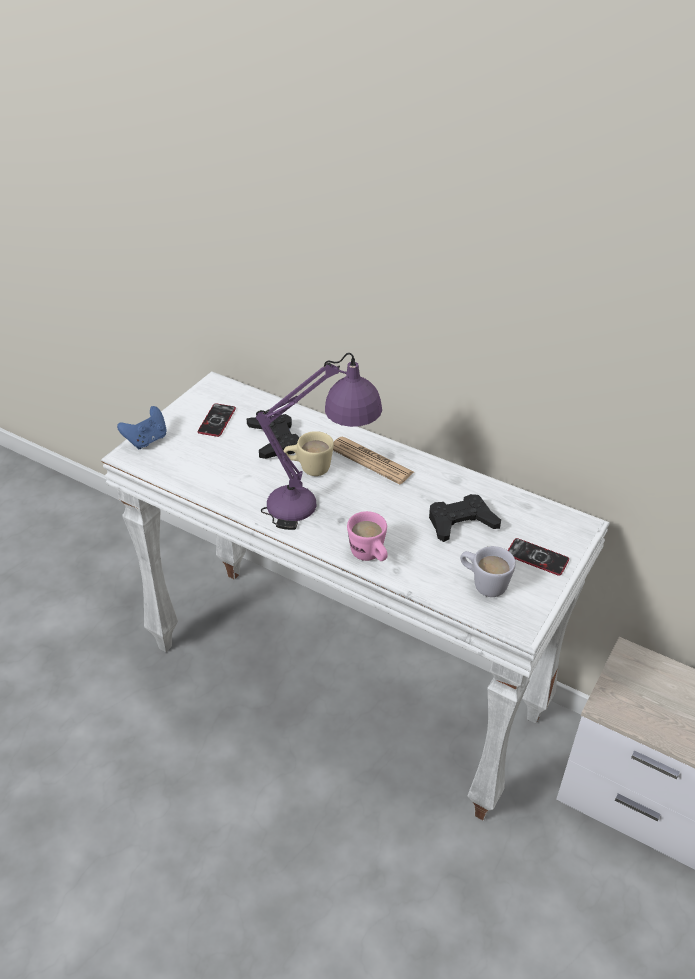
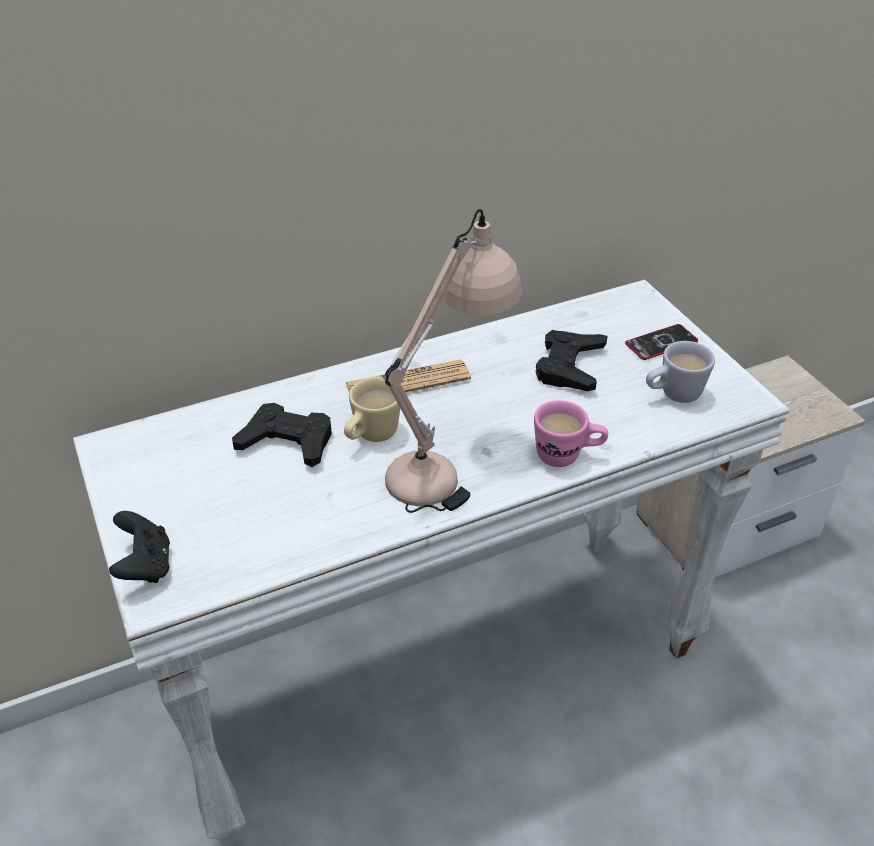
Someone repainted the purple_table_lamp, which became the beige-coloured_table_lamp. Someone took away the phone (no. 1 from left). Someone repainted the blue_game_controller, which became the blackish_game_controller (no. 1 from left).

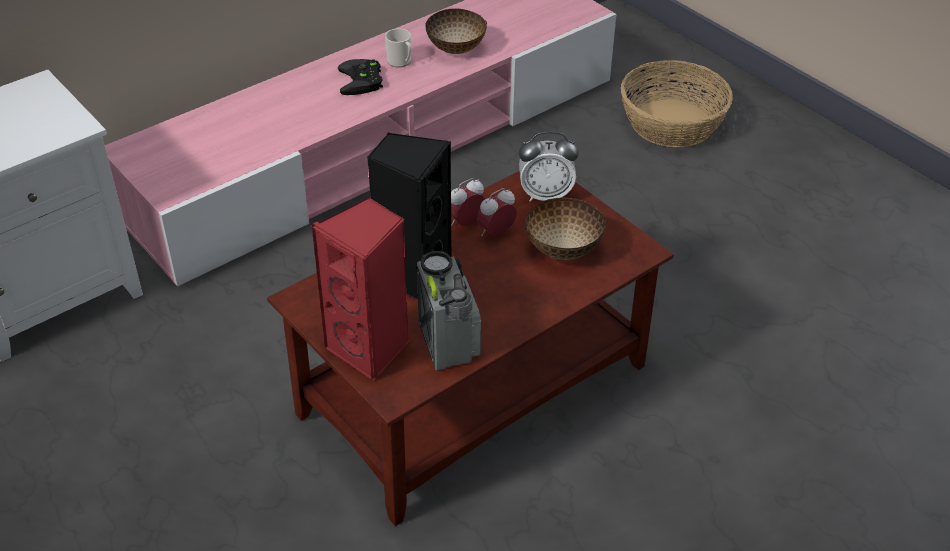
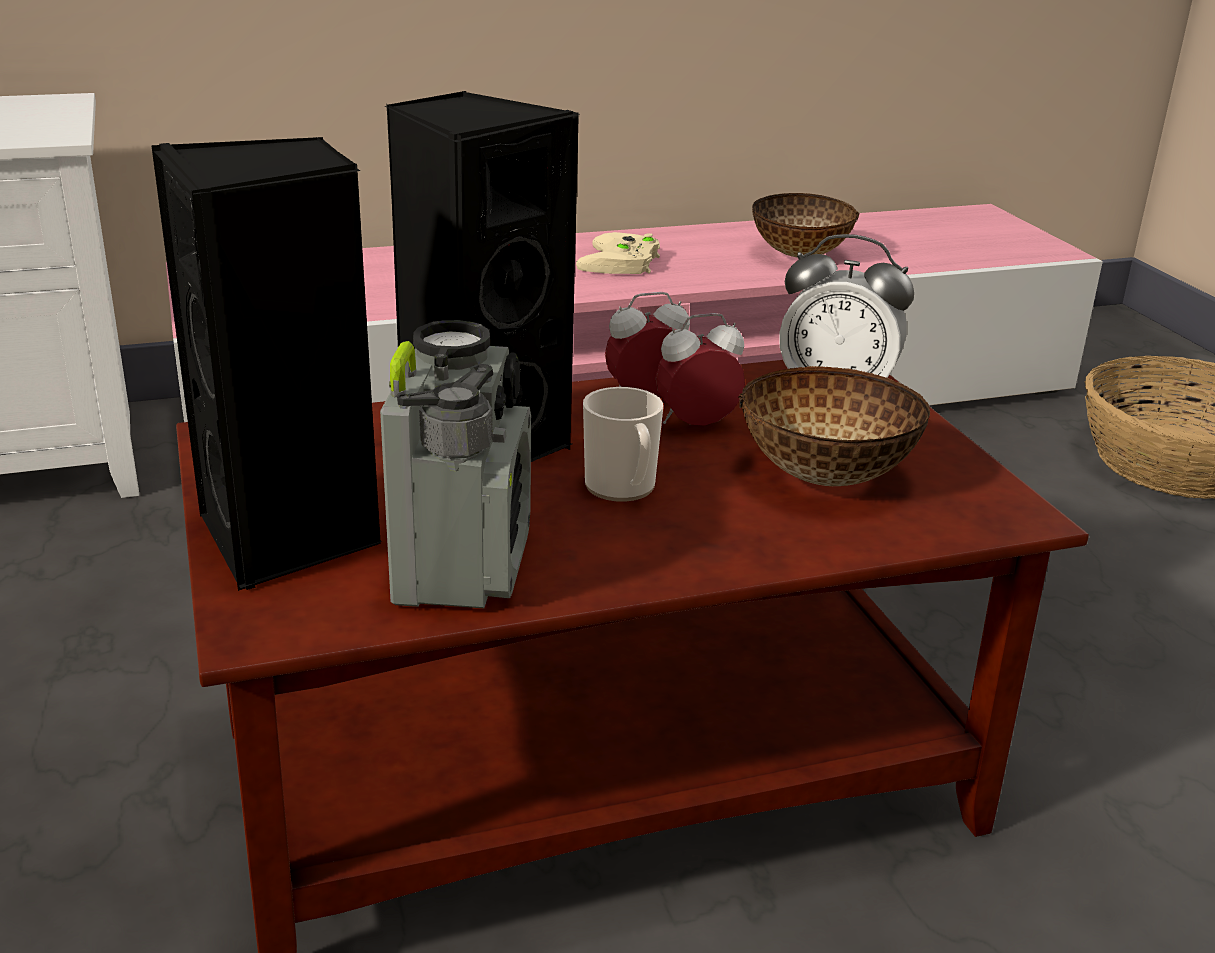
Someone carried the mug. Someone repainted the blackish_game_controller, which became the beige-coloured_game_controller. Someone repainted the red_loudspeaker, which became the blackish_loudspeaker (no. 1 from left).

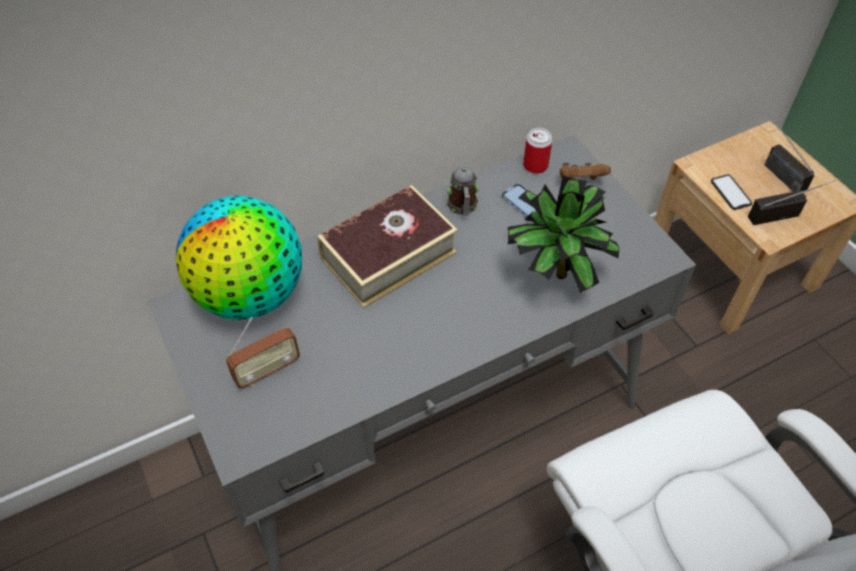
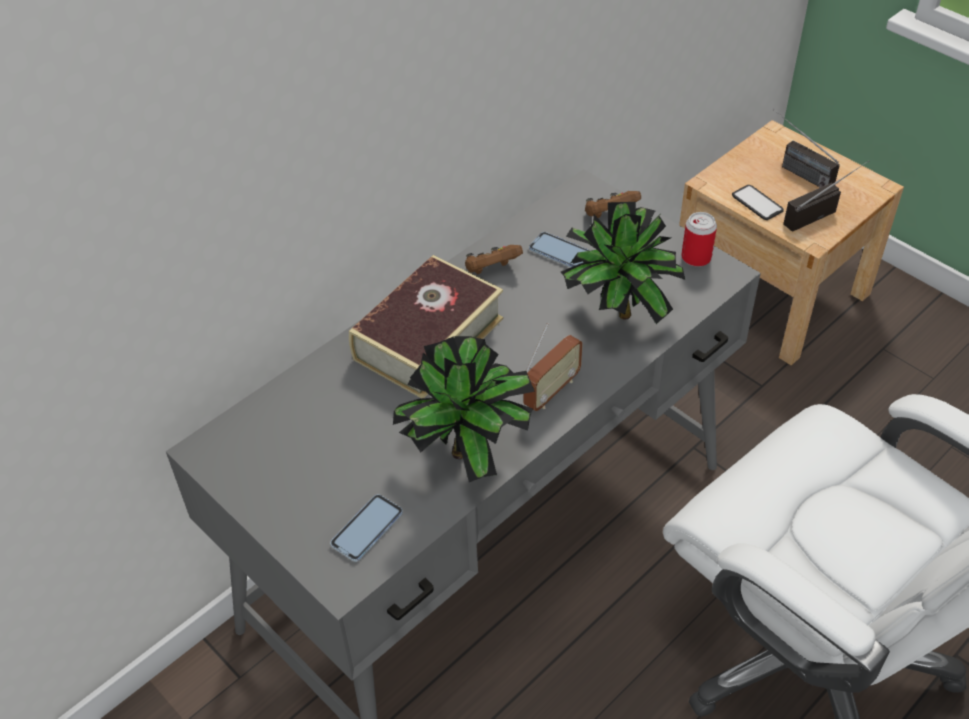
Someone carried the metal_can. Someone swapped the mug for the brown_game_controller (no. 1 from left). Someone took away the world_globe. Someone carried the radio_receiver (no. 1 from left). Someone put down the plant_in_a_pot (no. 1 from left). Someone put down the phone (no. 1 from left).

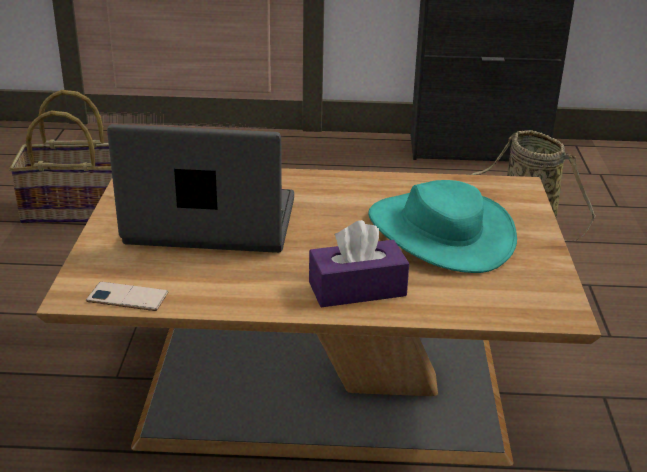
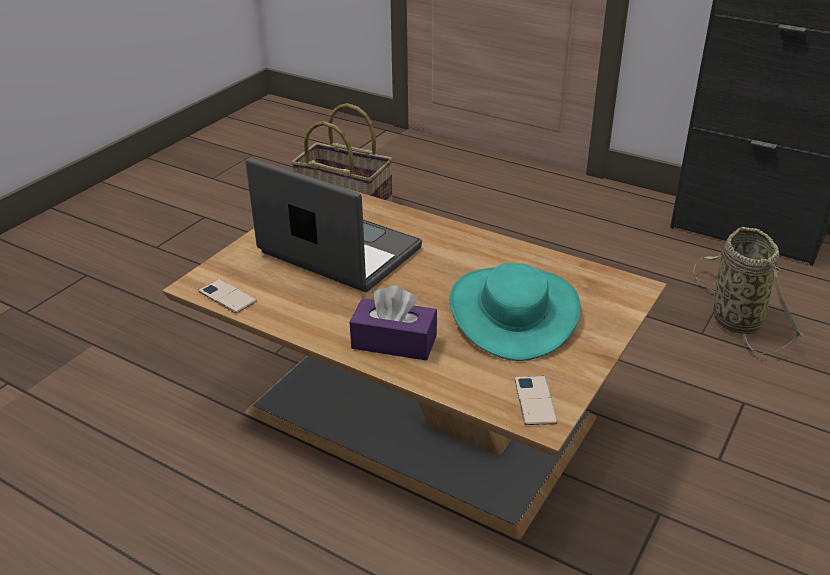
Someone put down the phone (no. 2 from left).

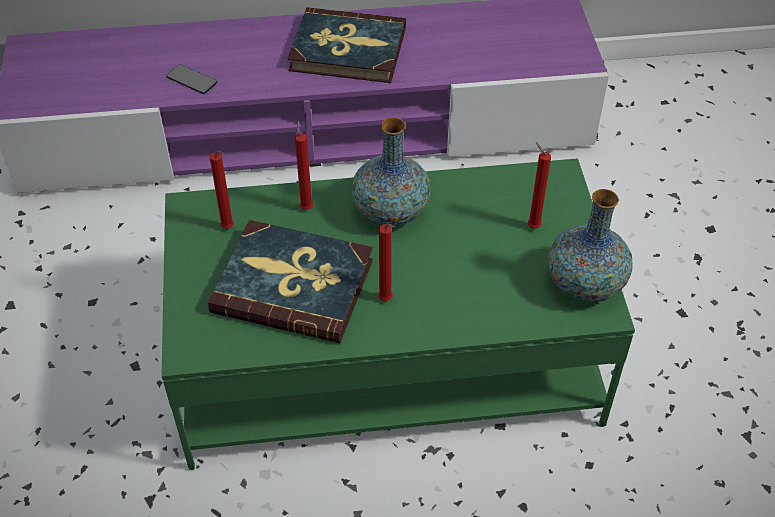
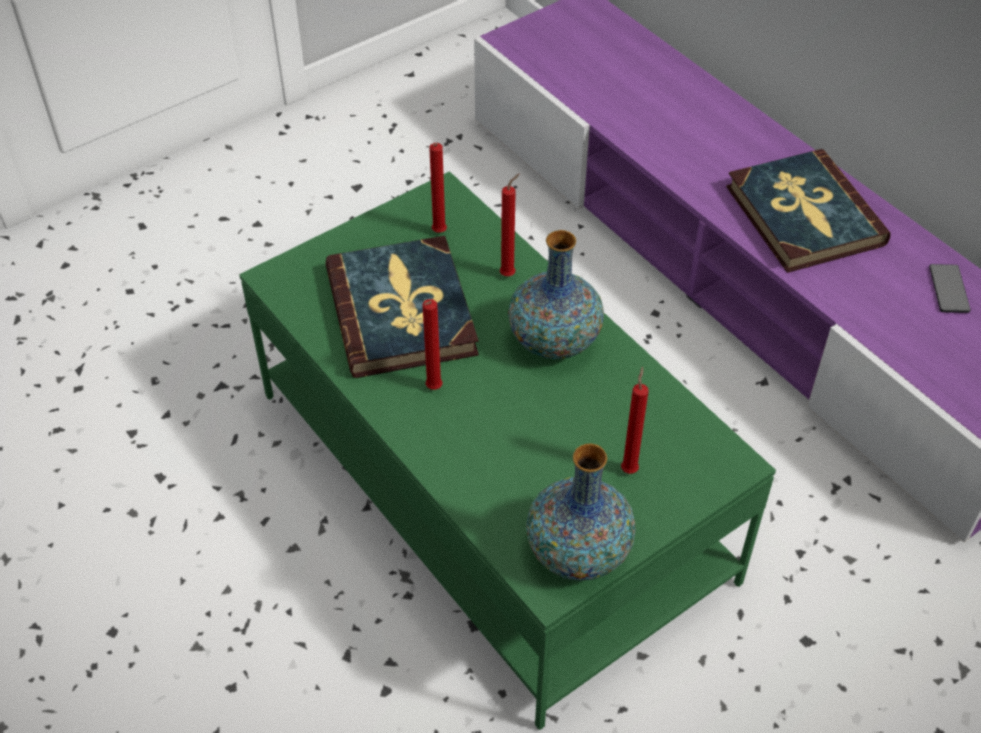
Someone carried the phone.

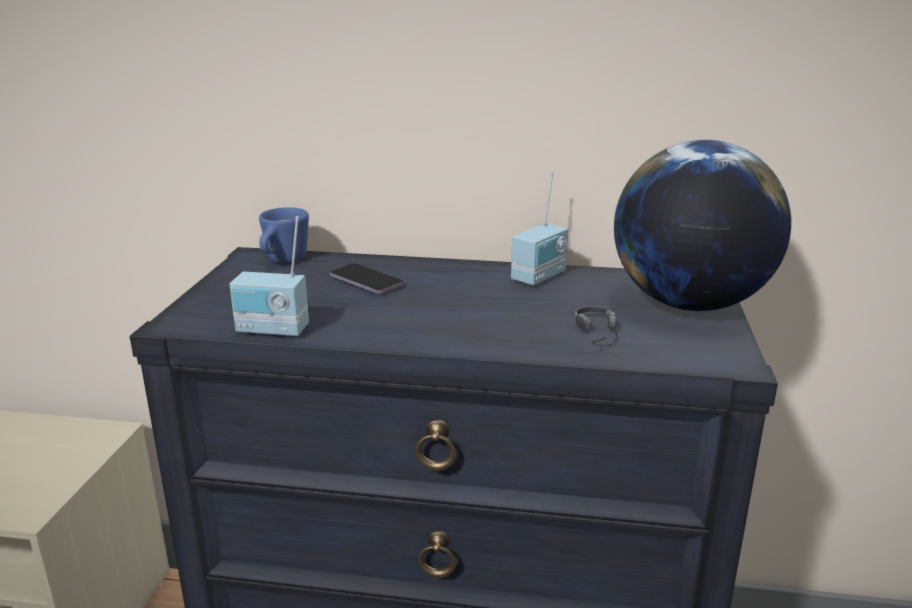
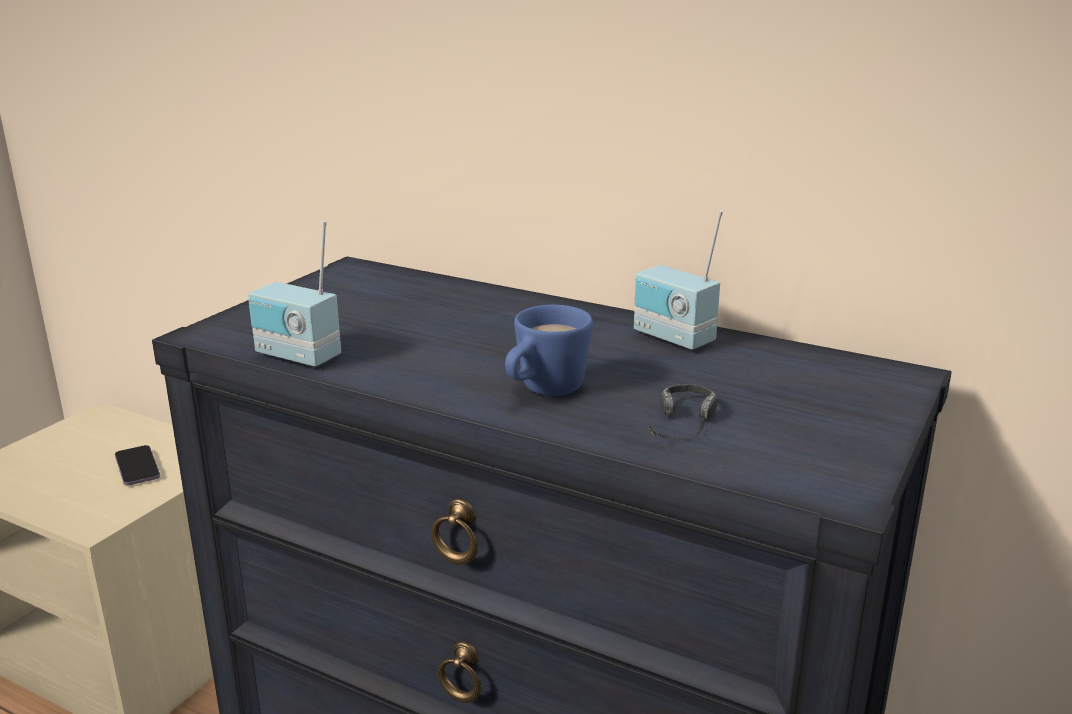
Someone took away the world_globe. Someone rotated the radio_receiver (no. 2 from left) by 75 degrees clockwise. Someone carried the blue_mug. Someone carried the phone.

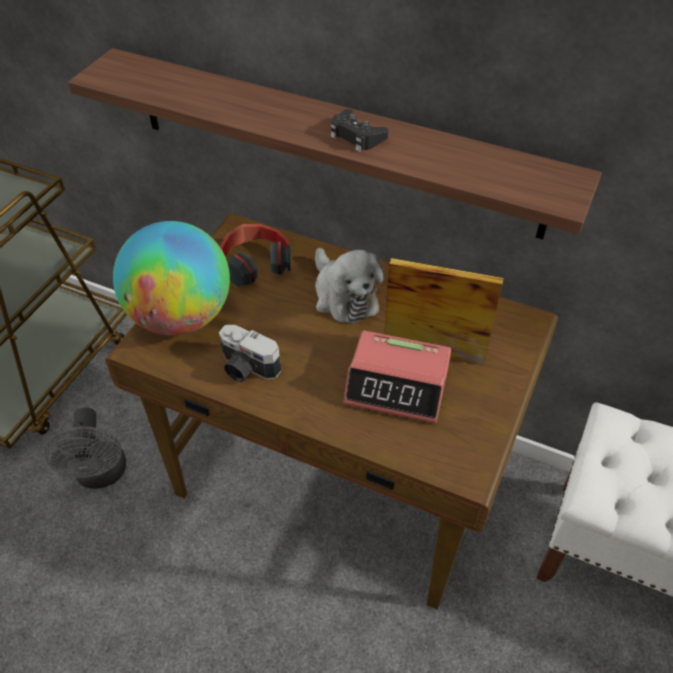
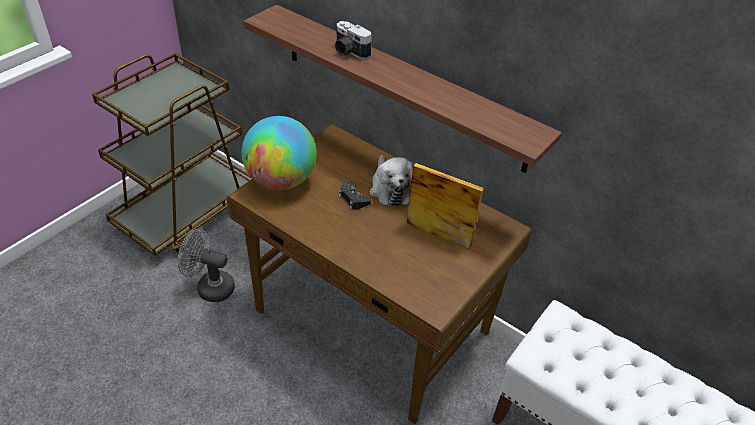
Someone carried the blackish_game_controller. Someone took away the headset. Someone carried the photo_camera. Someone took away the table_clock. Someone rotated the greyish_electric_fan by 105 degrees clockwise.

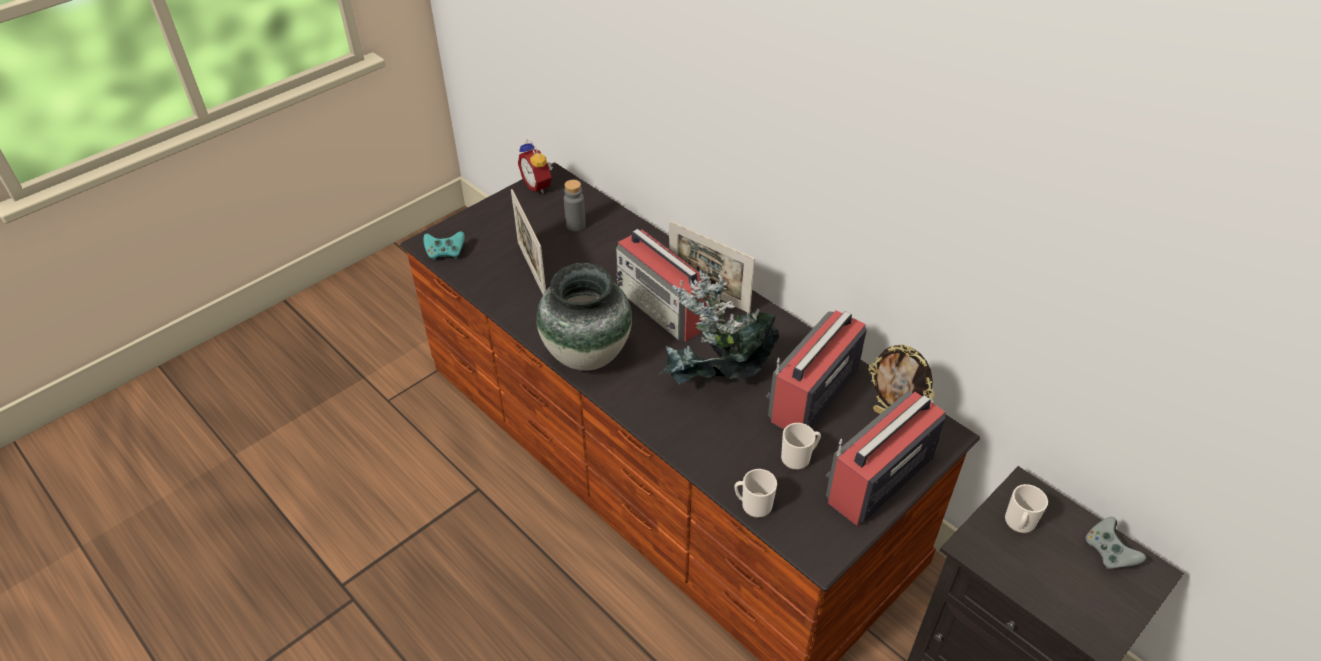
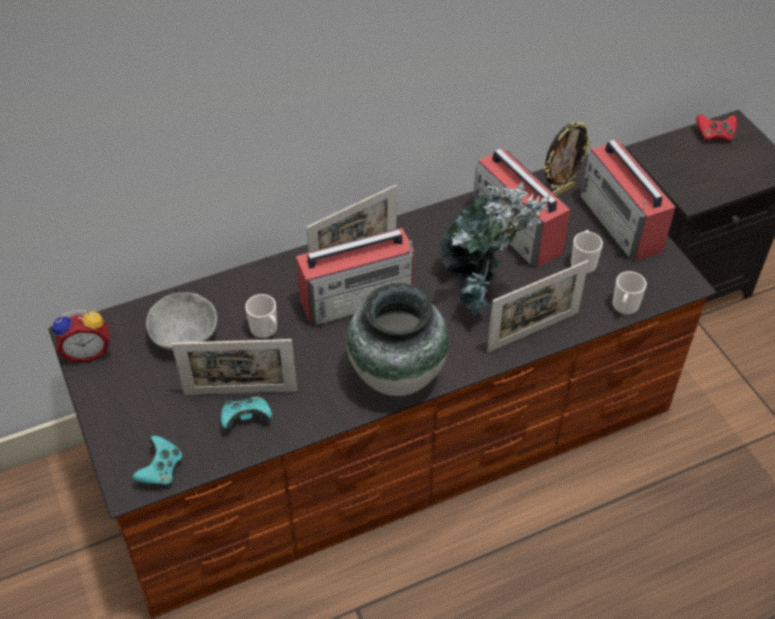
Someone swapped the greyish_drink_bottle for the greyish_deep_dish. Someone carried the mug (no. 3 from left in the first image). Someone repainted the greyish_game_controller, which became the red_game_controller. Someone put down the standing_frame (no. 3 from left). Someone put down the turquoise-coloured_game_controller (no. 2 from left).

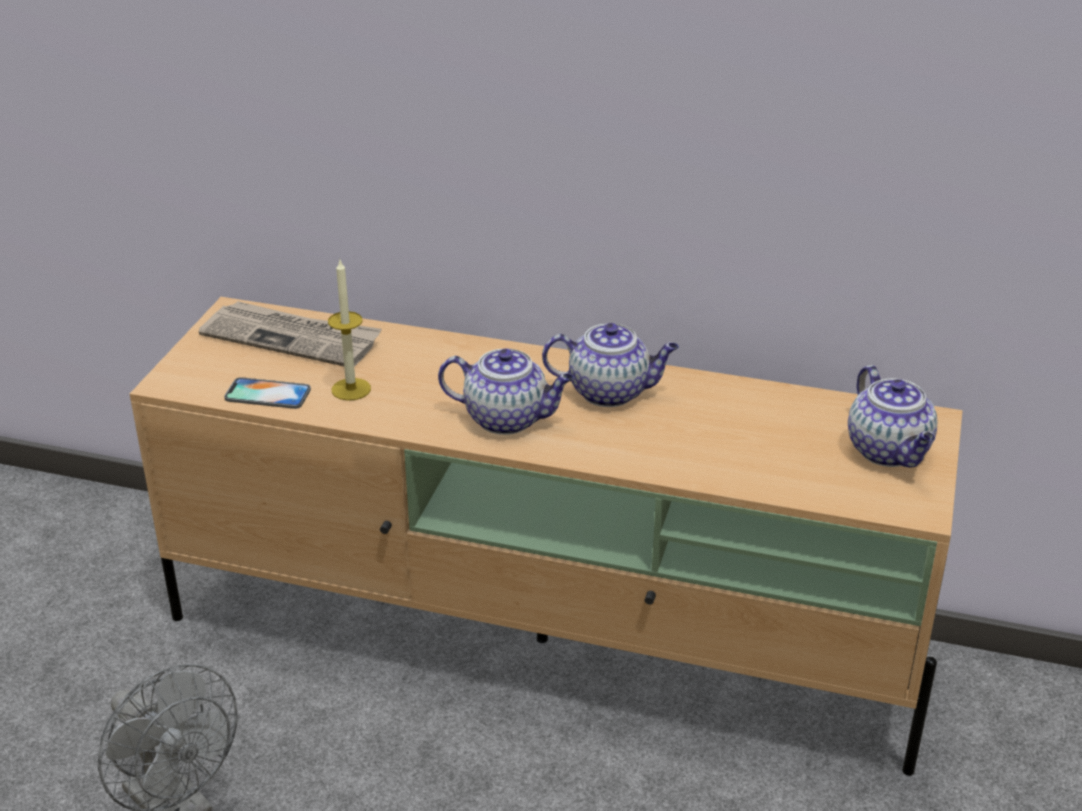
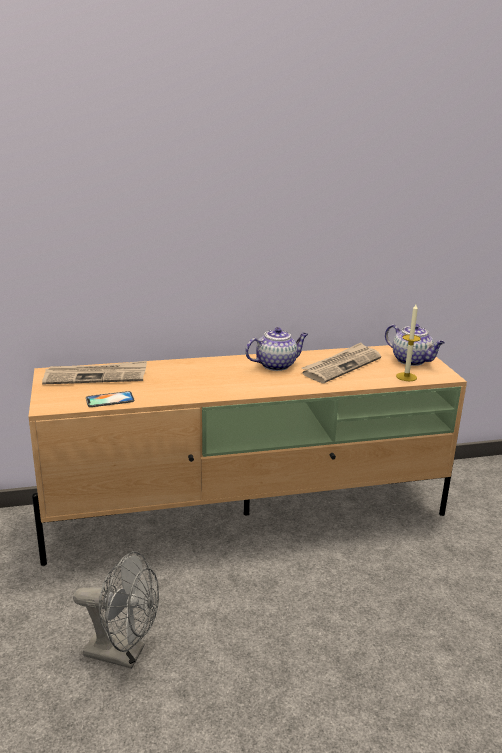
Someone carried the candle. Someone took away the pot_for_tea (no. 1 from left). Someone put down the printed_paper (no. 2 from left).

